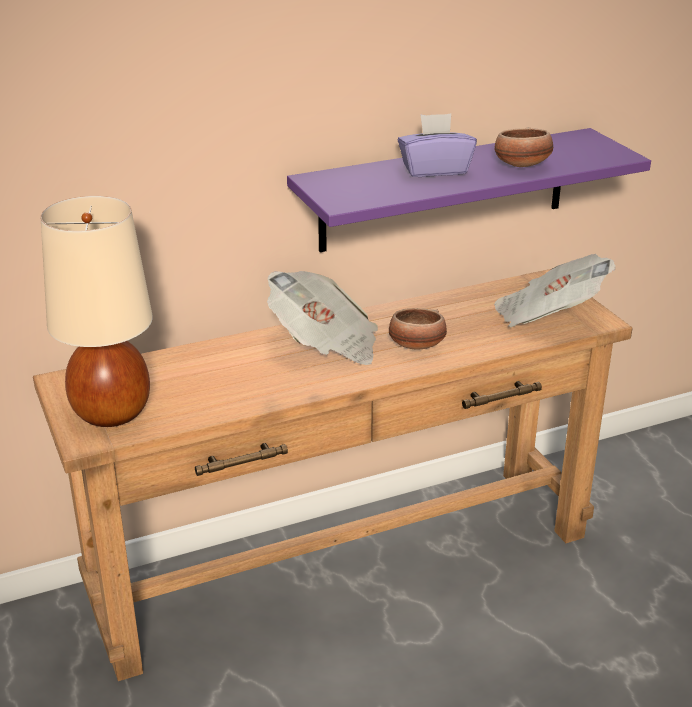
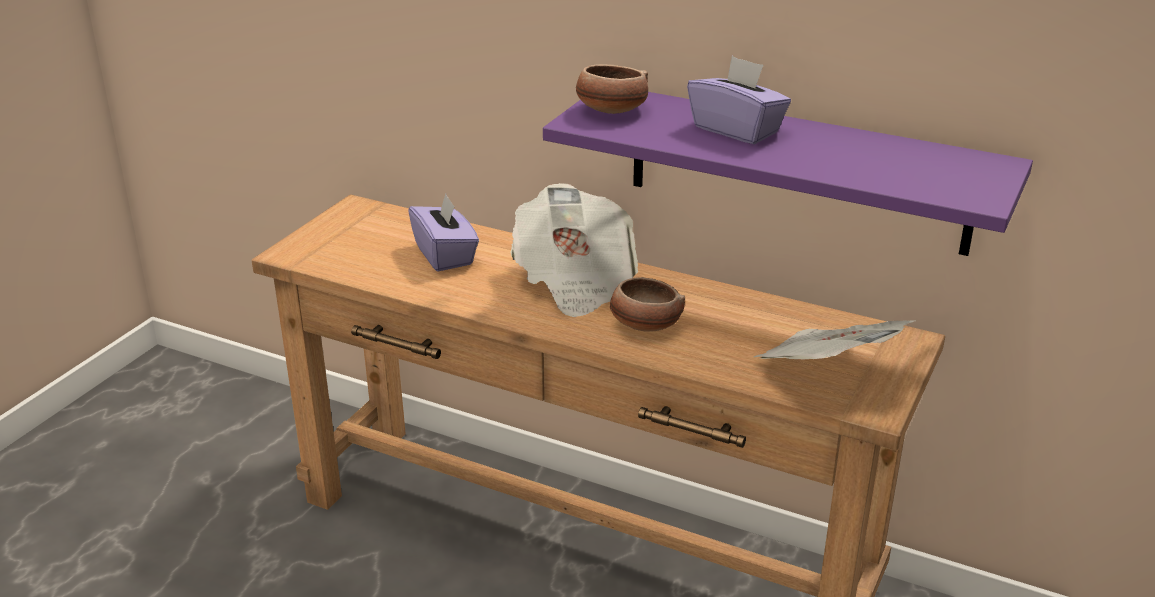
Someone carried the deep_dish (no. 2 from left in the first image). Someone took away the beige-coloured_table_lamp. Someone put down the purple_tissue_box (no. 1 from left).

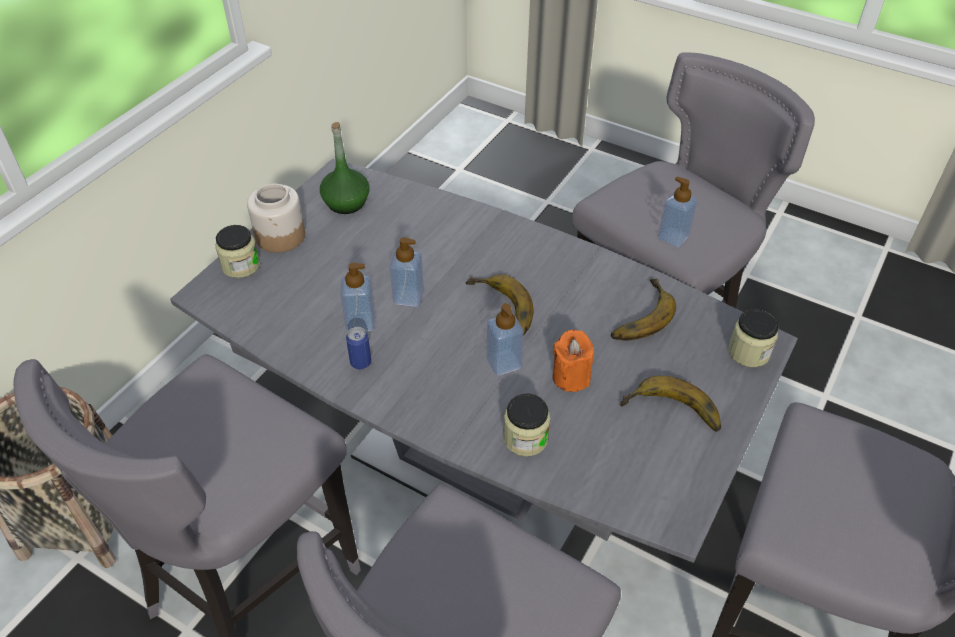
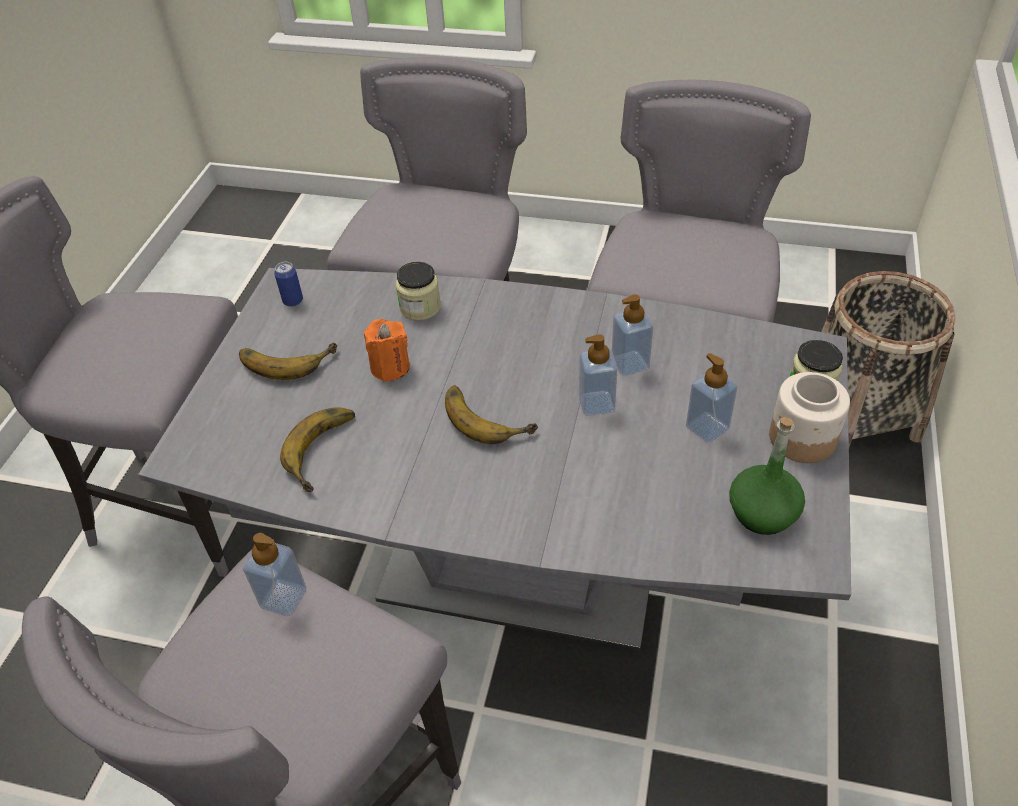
Someone carried the liquid_soap_bottle (no. 3 from left in the first image). Someone took away the preserve_jar (no. 4 from left). Someone carried the metal_can.

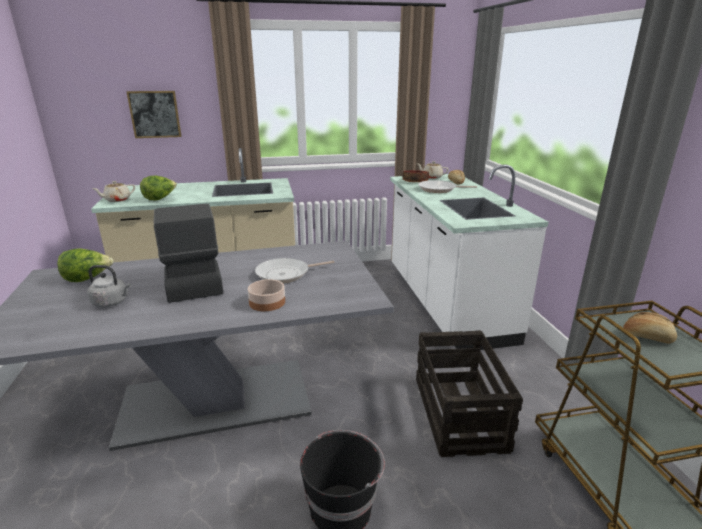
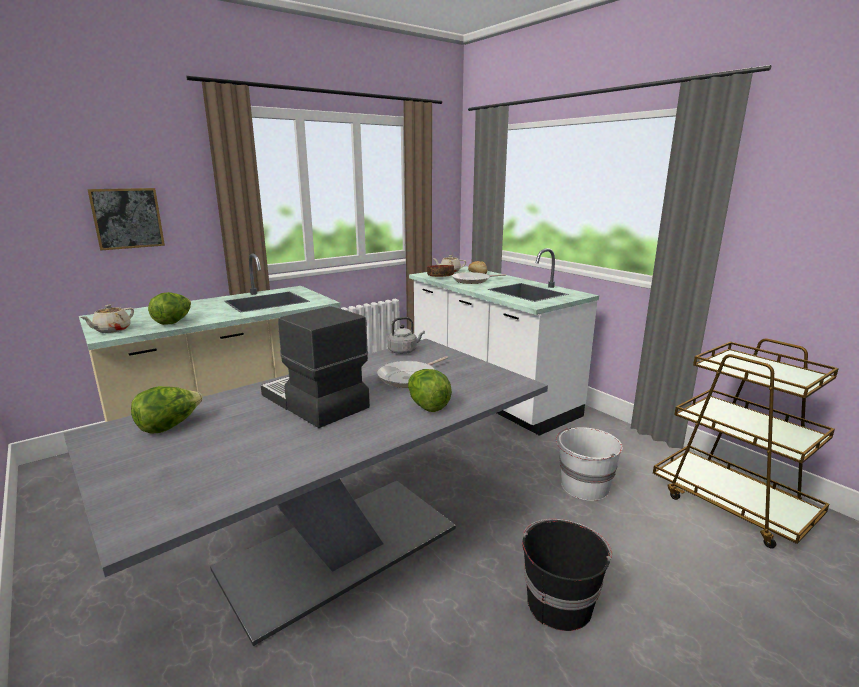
Someone carried the greyish_water_kettle. Someone swapped the deep_dish (no. 1 from left) for the lettuce (no. 3 from left). Someone took away the baked_bread (no. 2 from left). Someone swapped the packing_crate for the white-coloured_bucket.

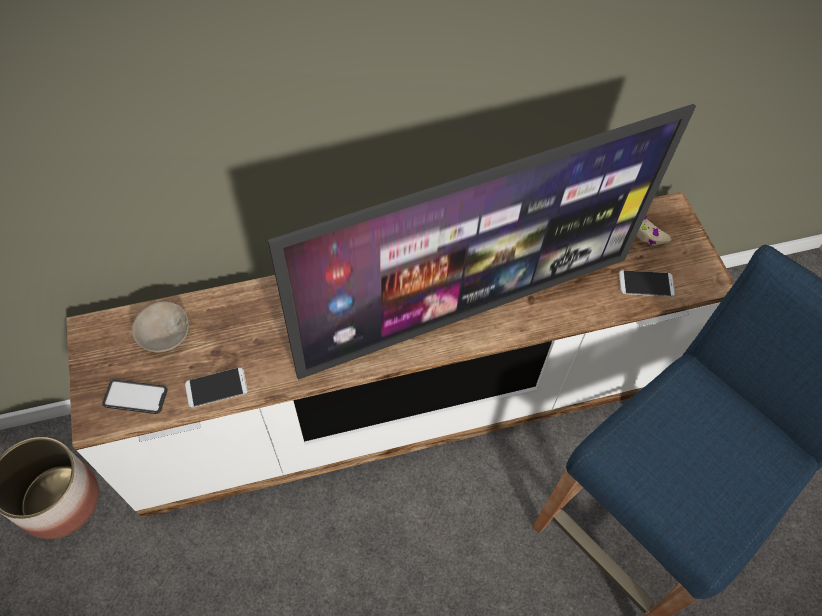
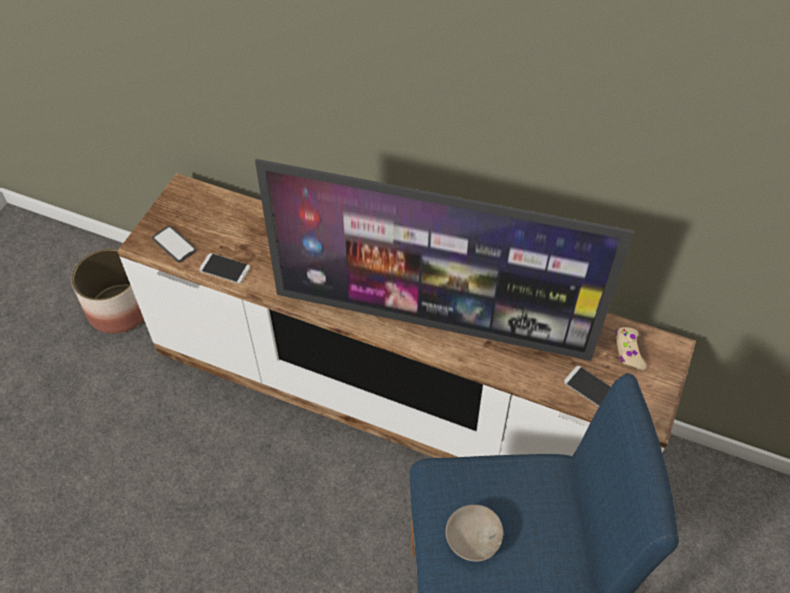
Someone carried the beige-coloured_deep_dish.

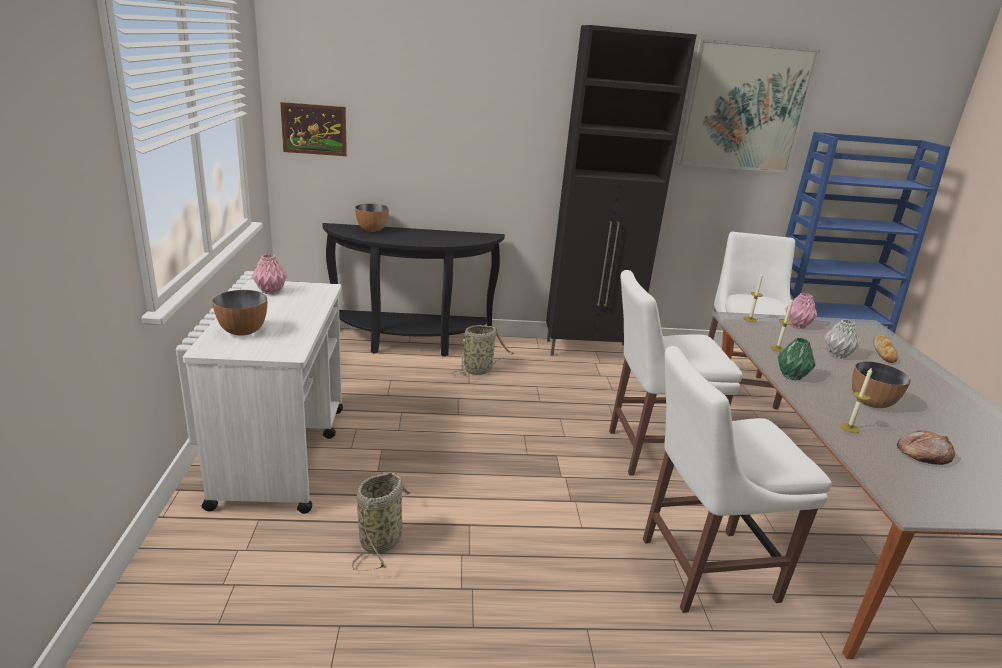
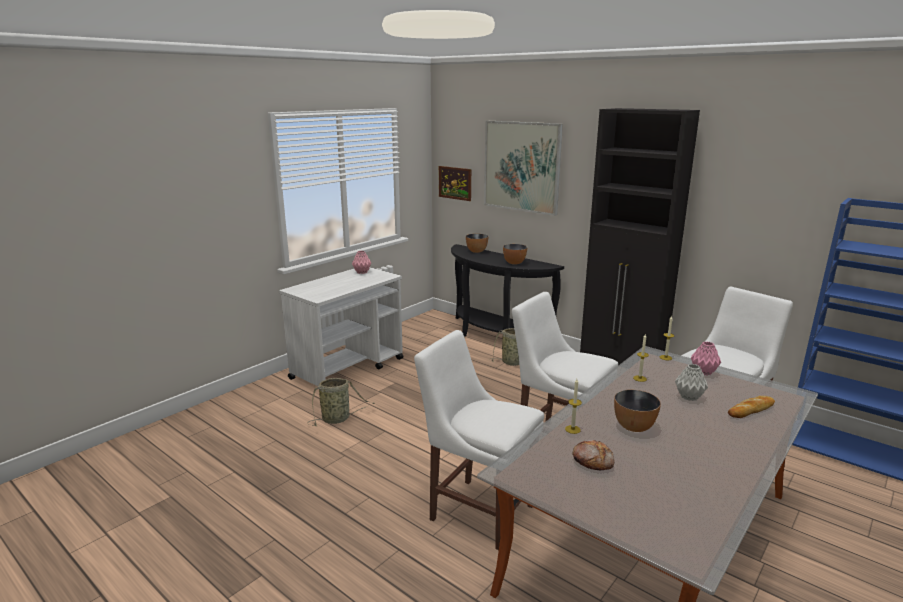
Someone carried the wall_picture (no. 2 from left). Someone carried the deep_dish (no. 1 from left in the first image). Someone took away the green_decorative_vase.

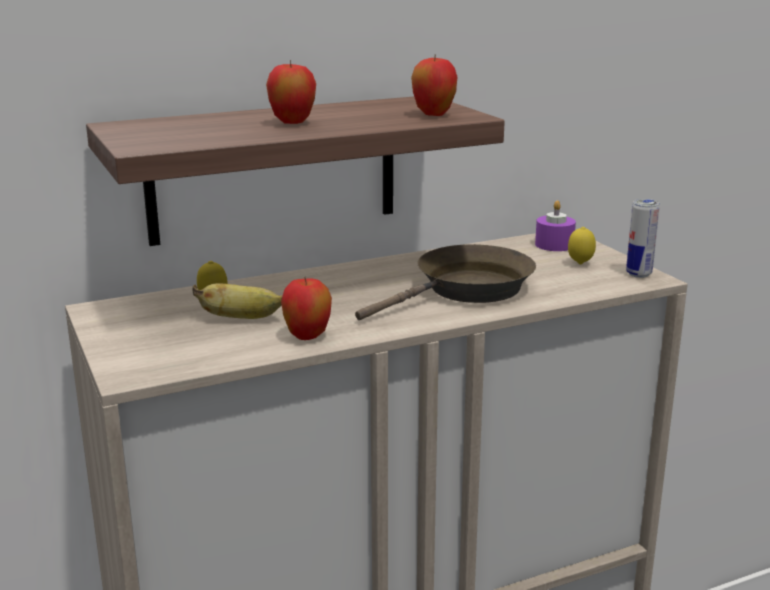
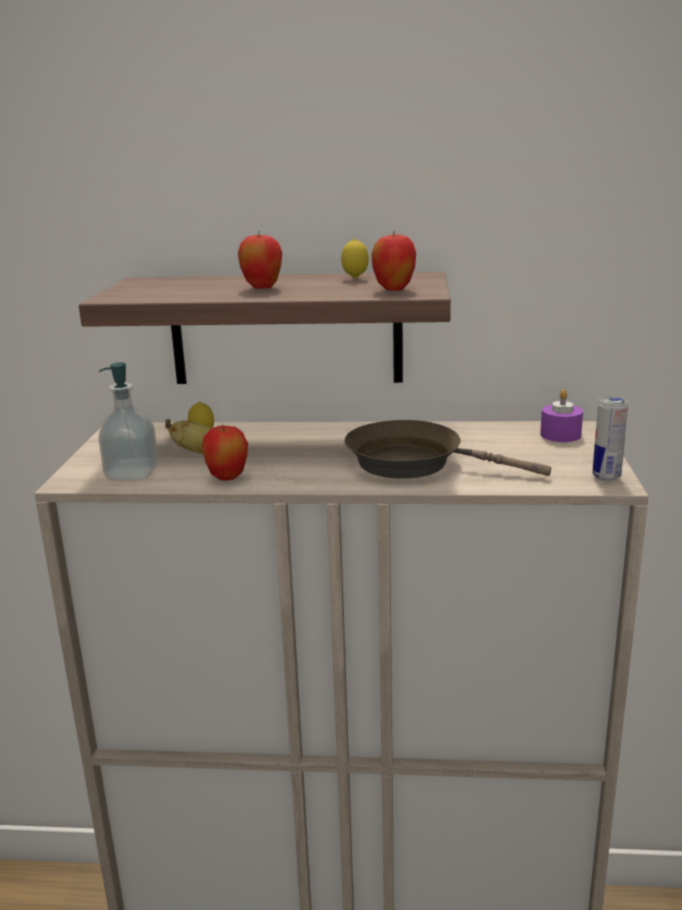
Someone carried the whole_lemon (no. 2 from left). Someone rotated the brown_skillet by 150 degrees counterclockwise. Someone put down the liquid_soap_bottle.

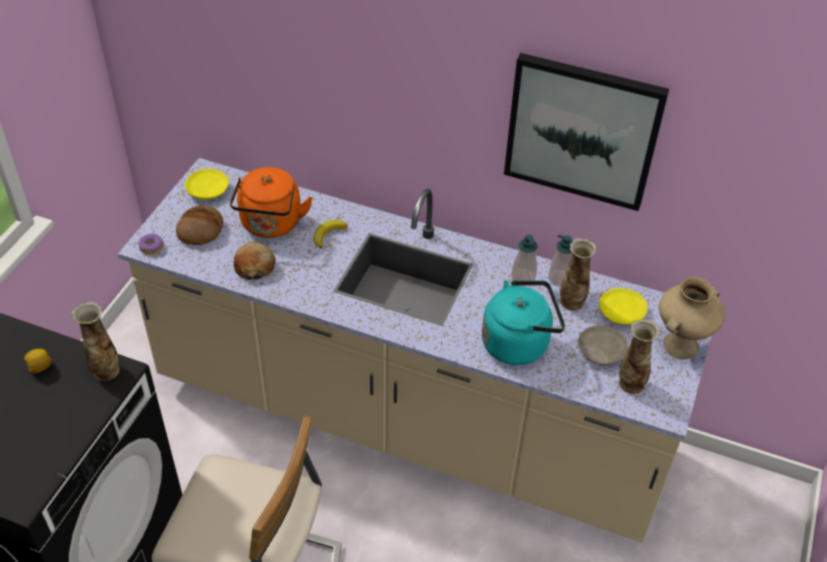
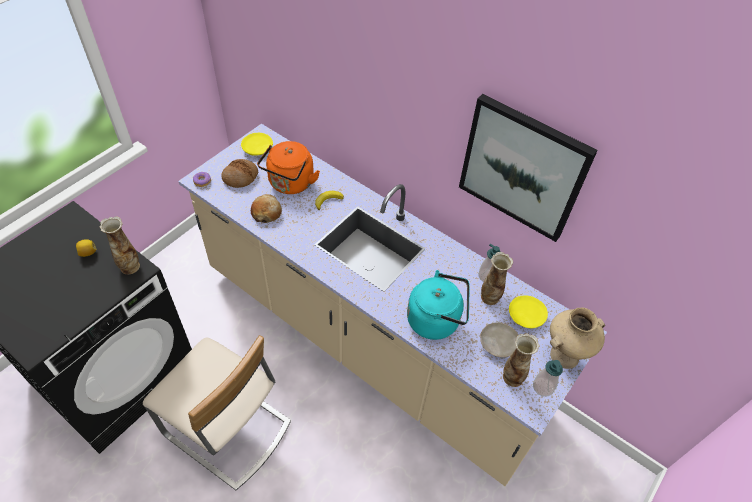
Someone carried the liquid_soap_bottle (no. 1 from left in the first image).

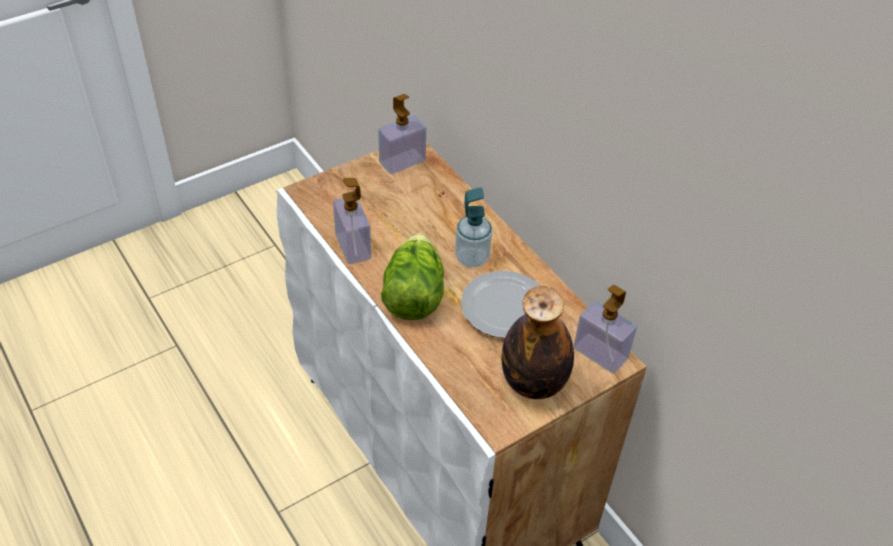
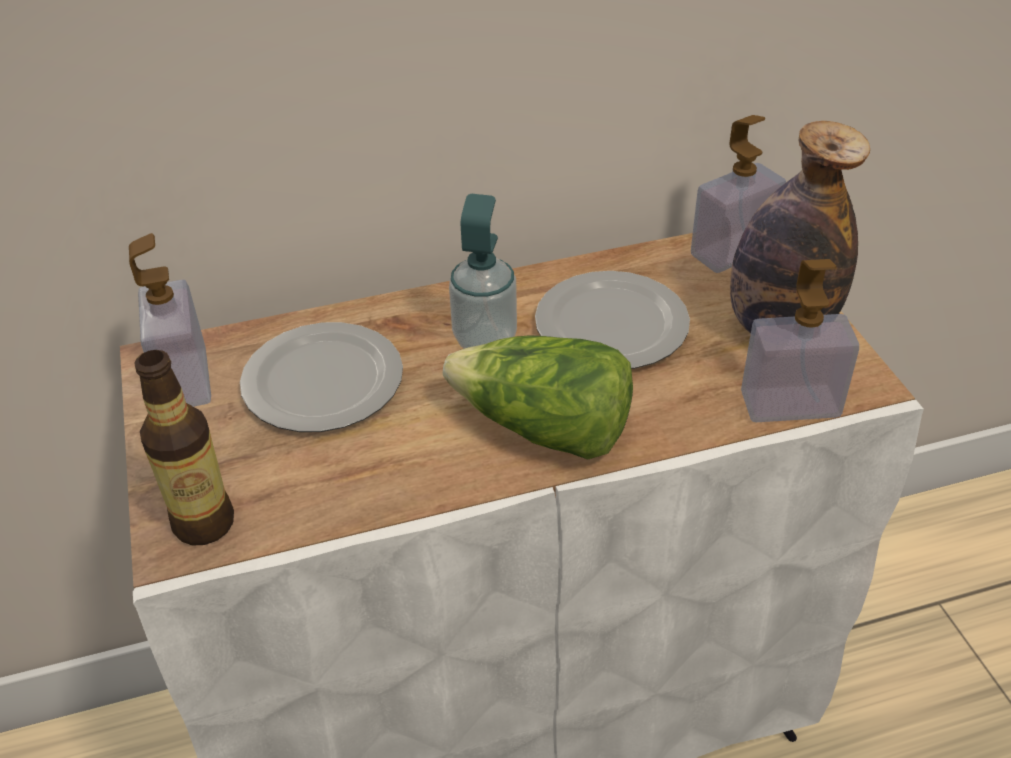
Someone carried the liquid_soap_bottle (no. 1 from left in the first image). Someone put down the plate (no. 1 from left). Someone put down the drink_bottle (no. 1 from left).

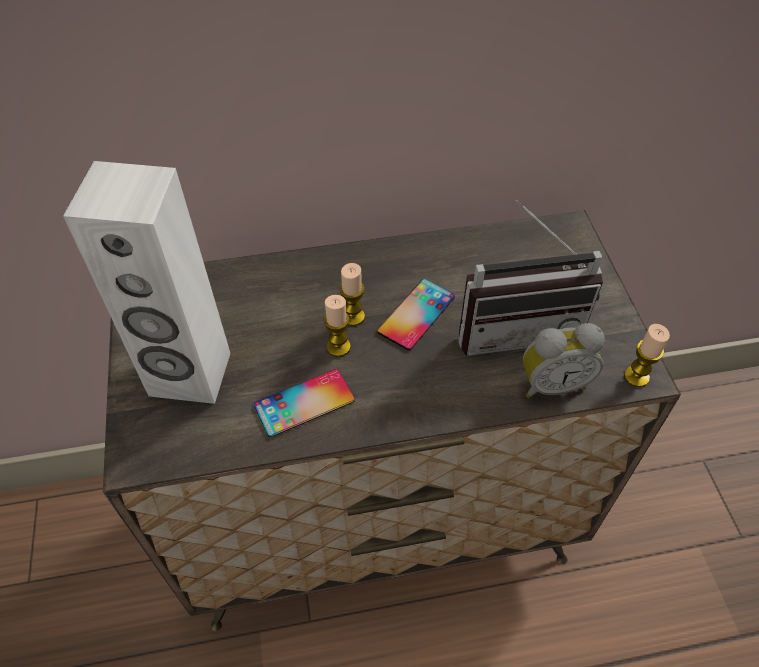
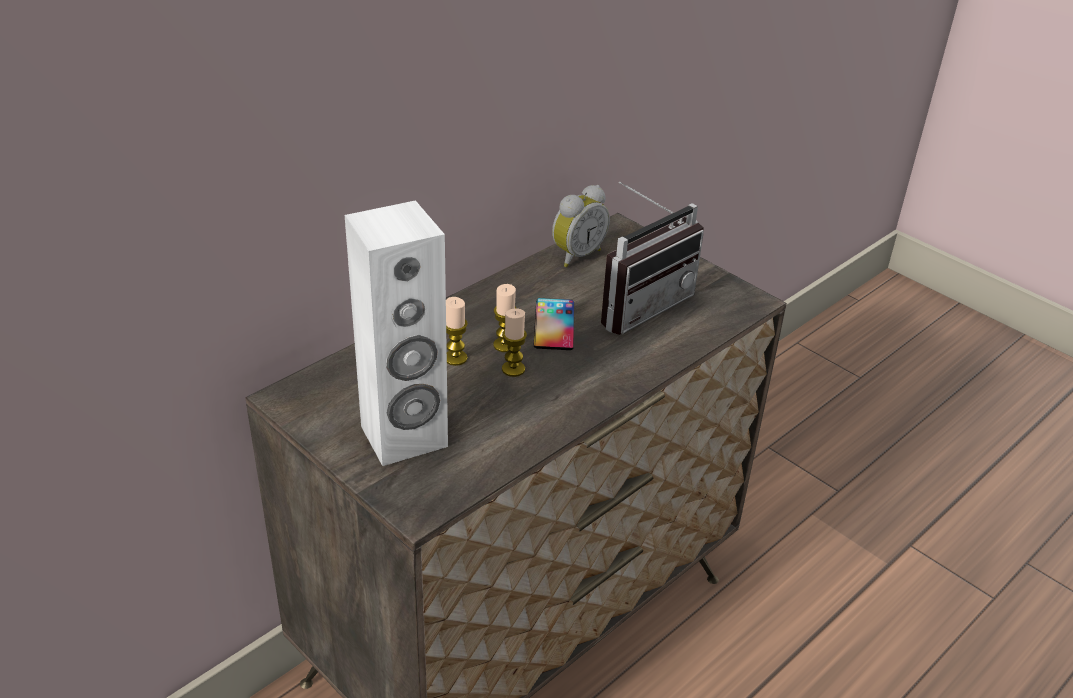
Someone carried the table_clock. Someone carried the candle (no. 3 from left in the first image). Someone took away the phone (no. 1 from left).

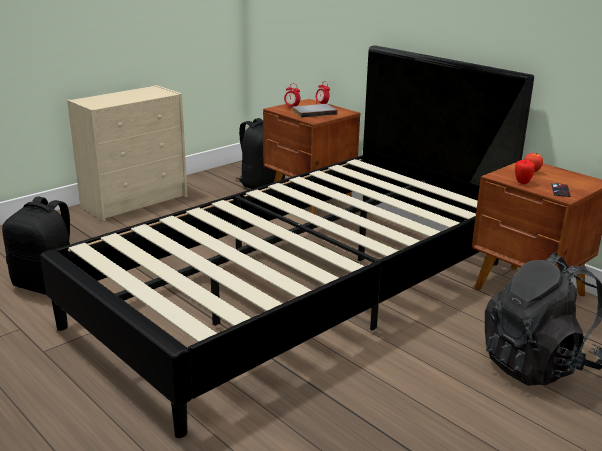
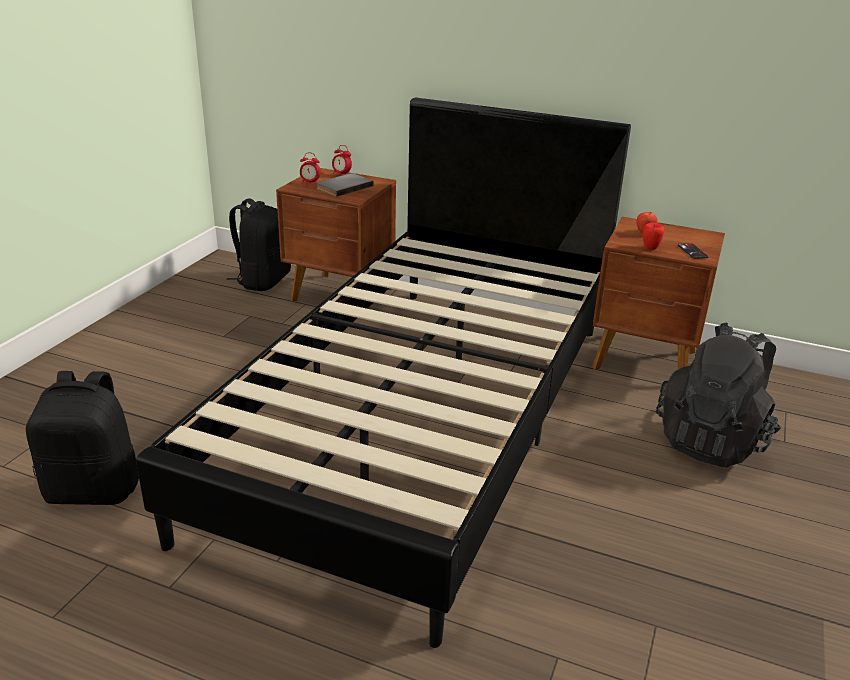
Someone took away the beige-coloured_drawer_chest.

